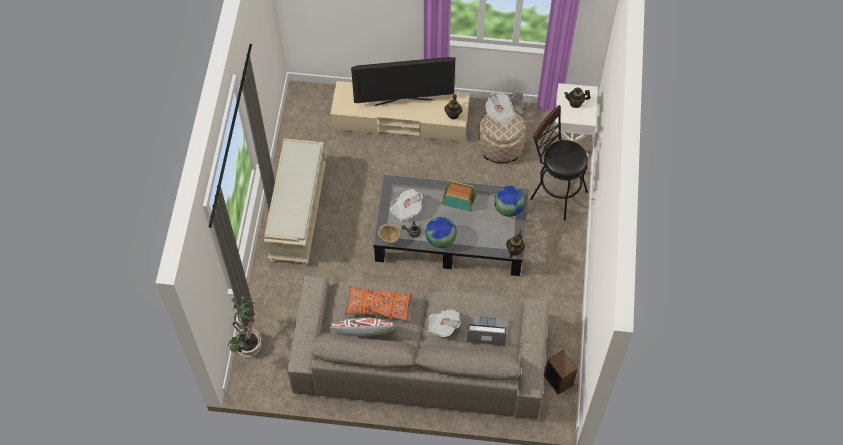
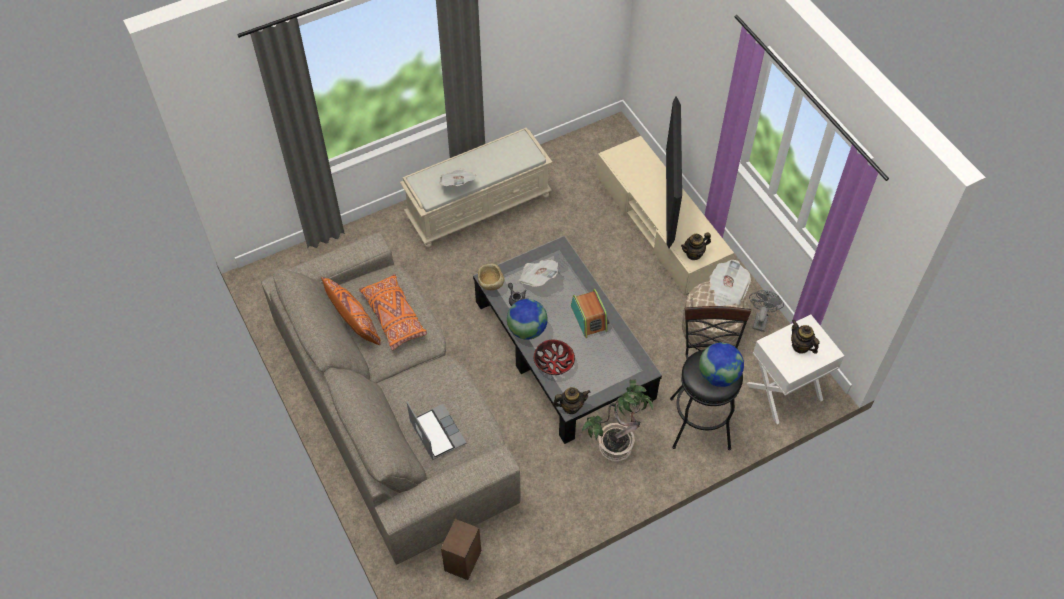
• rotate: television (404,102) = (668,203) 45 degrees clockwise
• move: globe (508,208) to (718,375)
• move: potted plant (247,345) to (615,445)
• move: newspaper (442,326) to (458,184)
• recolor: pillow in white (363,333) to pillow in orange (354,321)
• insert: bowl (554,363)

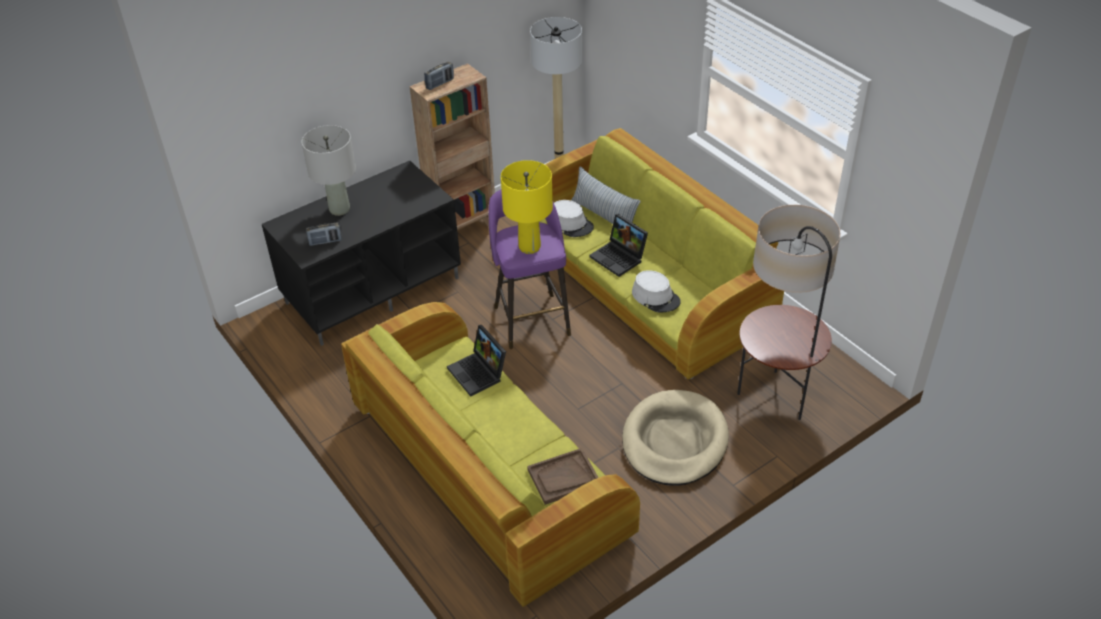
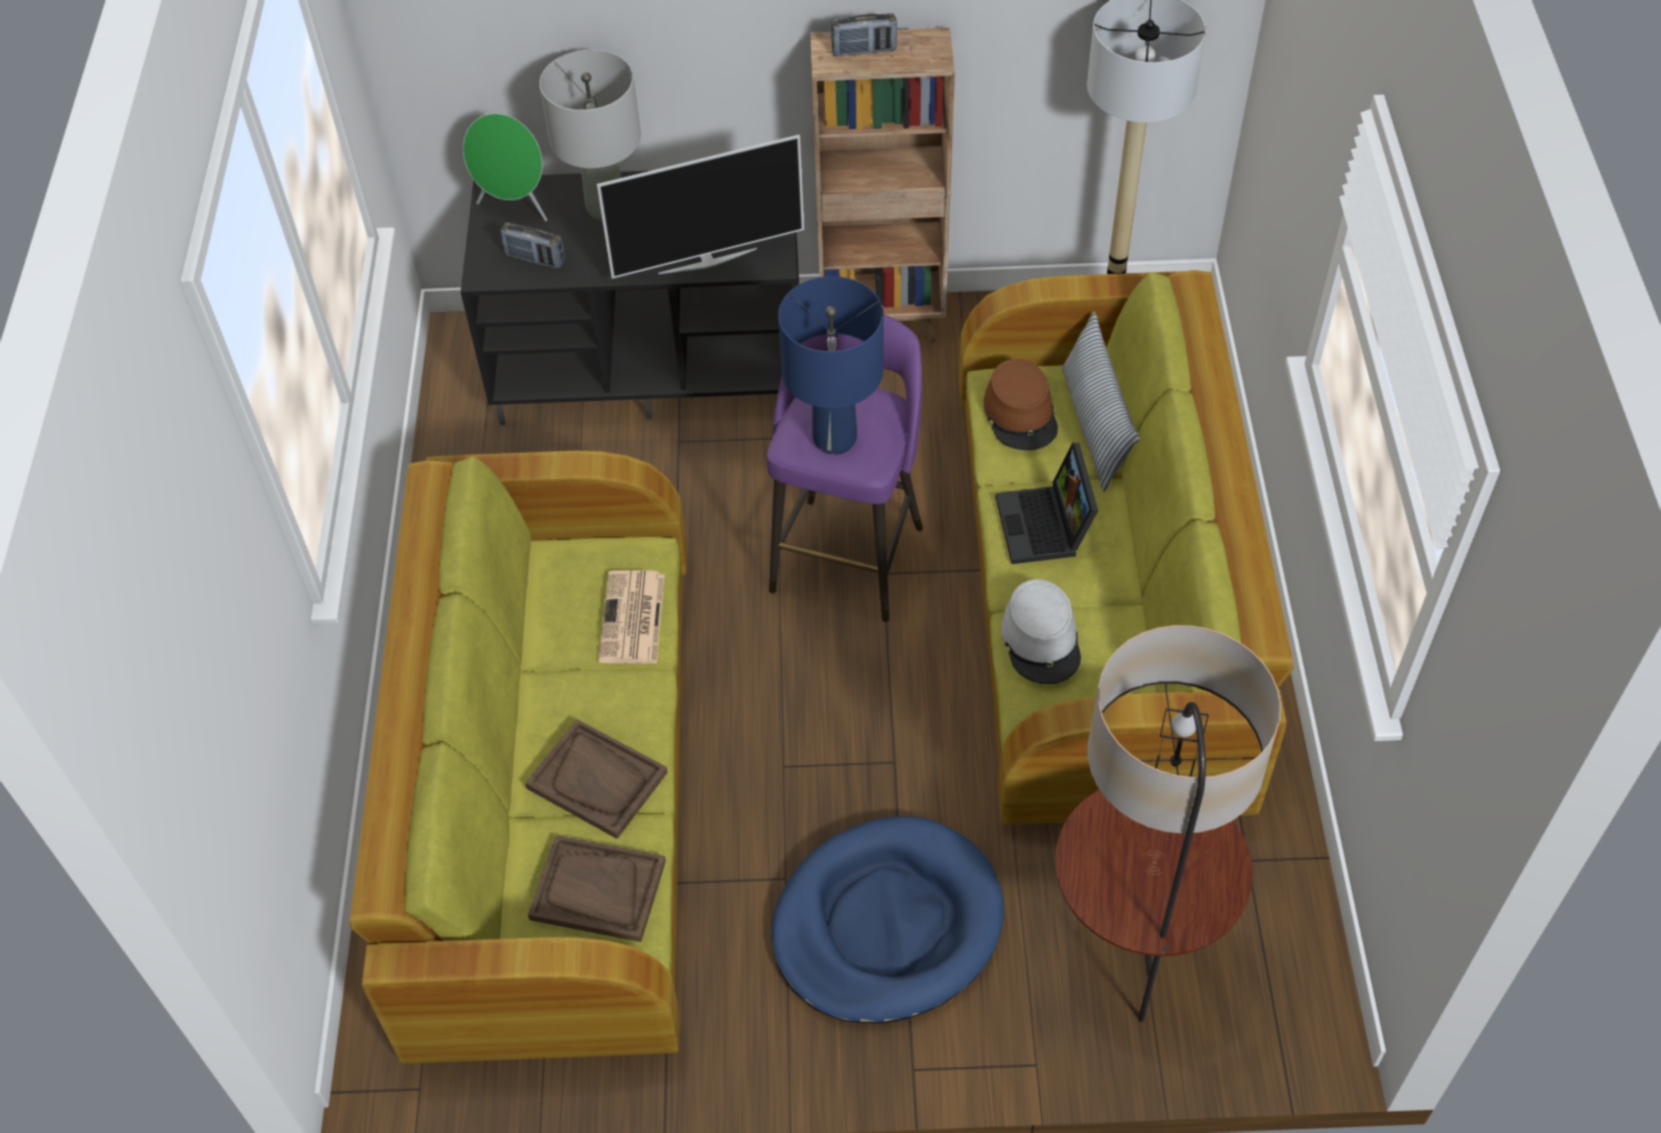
• recolor: table lamp in yellow (529,247) to table lamp in blue (834,438)
• recolor: hat in grey (571,224) to hat in brown (1021,414)
• replace: laptop (479,373) to newspaper (633,619)
• recolor: dog bed in beige (674,441) to dog bed in blue (886,925)
• insert: speaker in green (515,207)
• insert: television (707,260)
• insert: tray in brown (597,780)

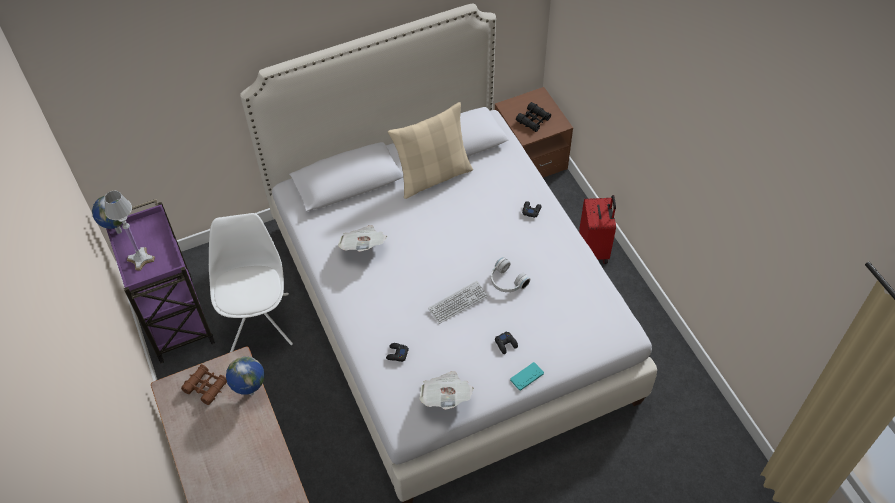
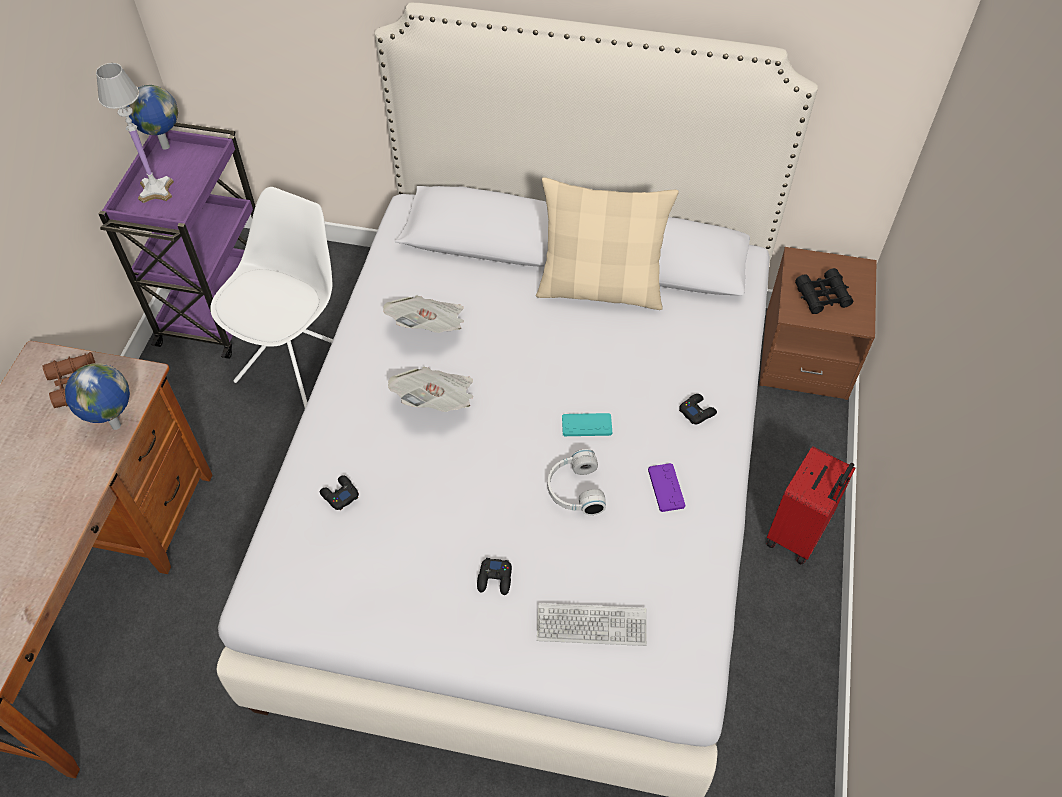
• move: keyboard (458,303) to (591,625)
• move: game controller in turquoise (527,376) to (586,425)
• move: newspaper (446,396) to (437,401)
• insert: game controller in purple (666,488)

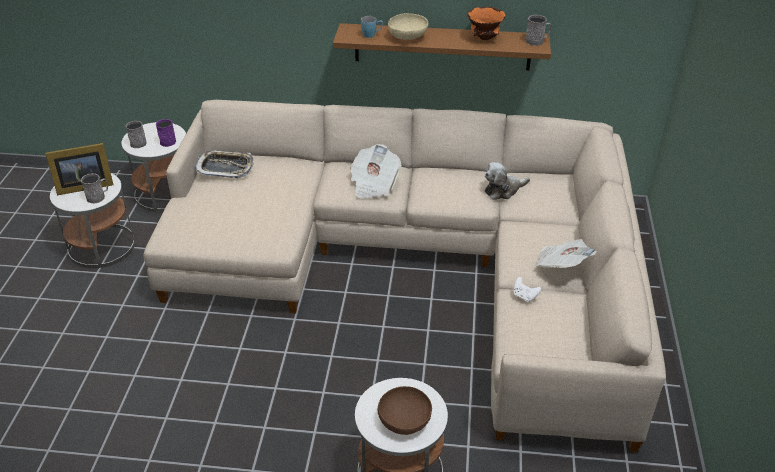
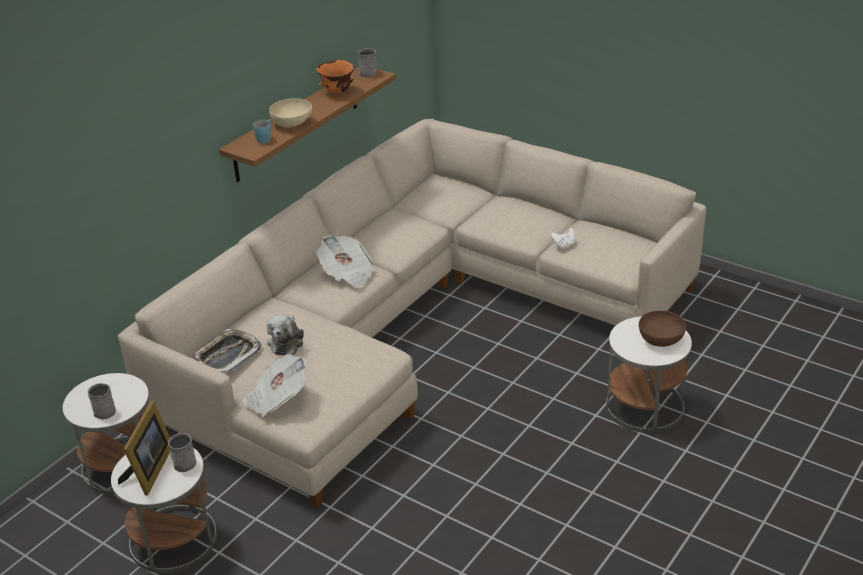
• delete: mug in purple (168,140)
• move: plush toy (503,190) to (286,342)
• move: newspaper (563,265) to (277,399)

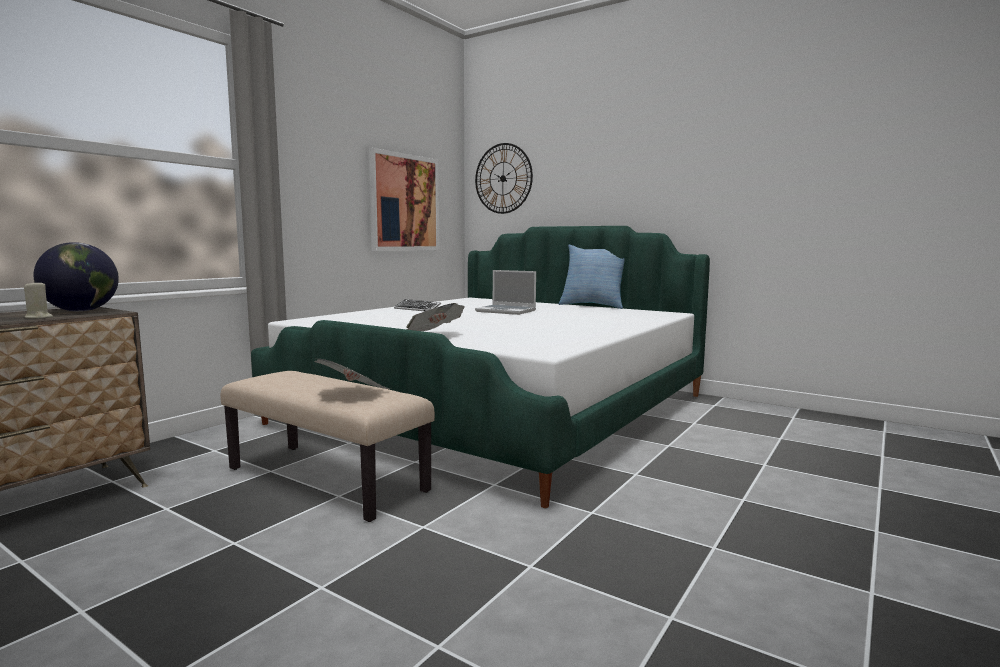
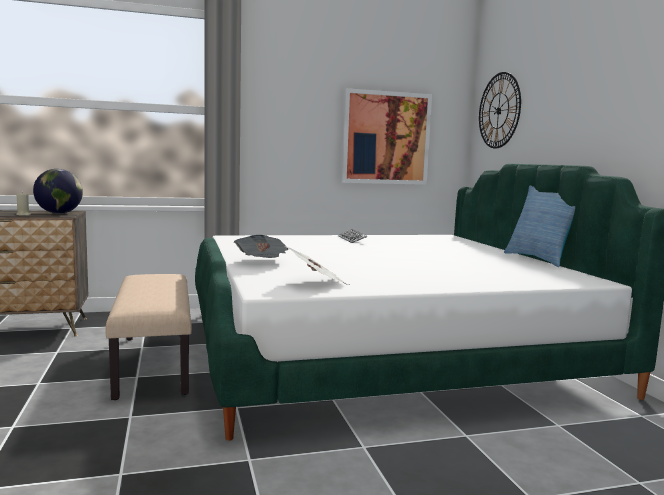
• delete: laptop (507,311)
• move: newspaper (354,394) to (317,283)

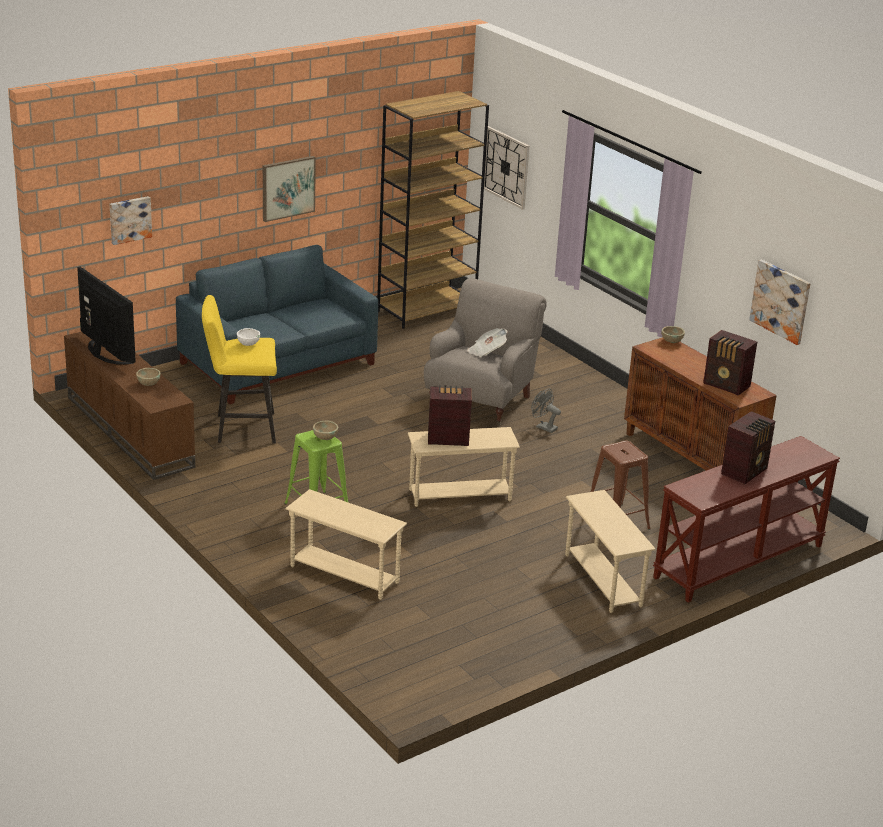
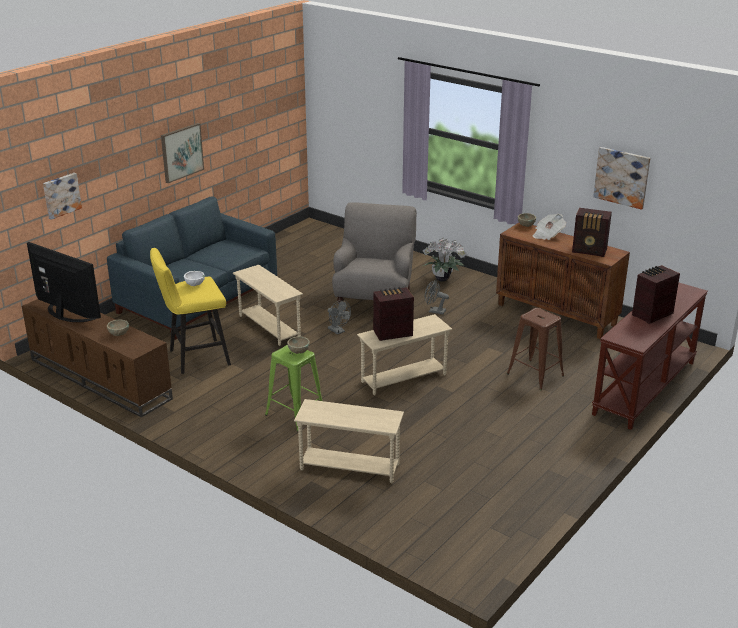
• delete: bookcase in brown (427,310)
• delete: wall clock (506,167)
• move: newspaper (486,351) to (547,235)
• rotate: radio (745,471) = (651,314) 150 degrees counterclockwise
• move: side table in beige (603,581) to (269,327)
• insert: potted plant (443,279)
• insert: fan in grey (338,331)

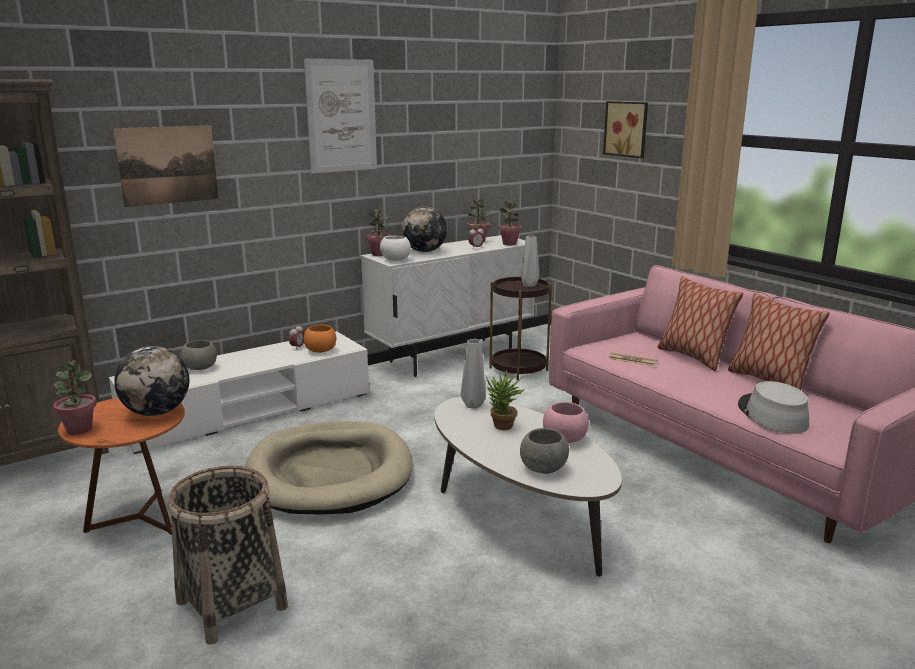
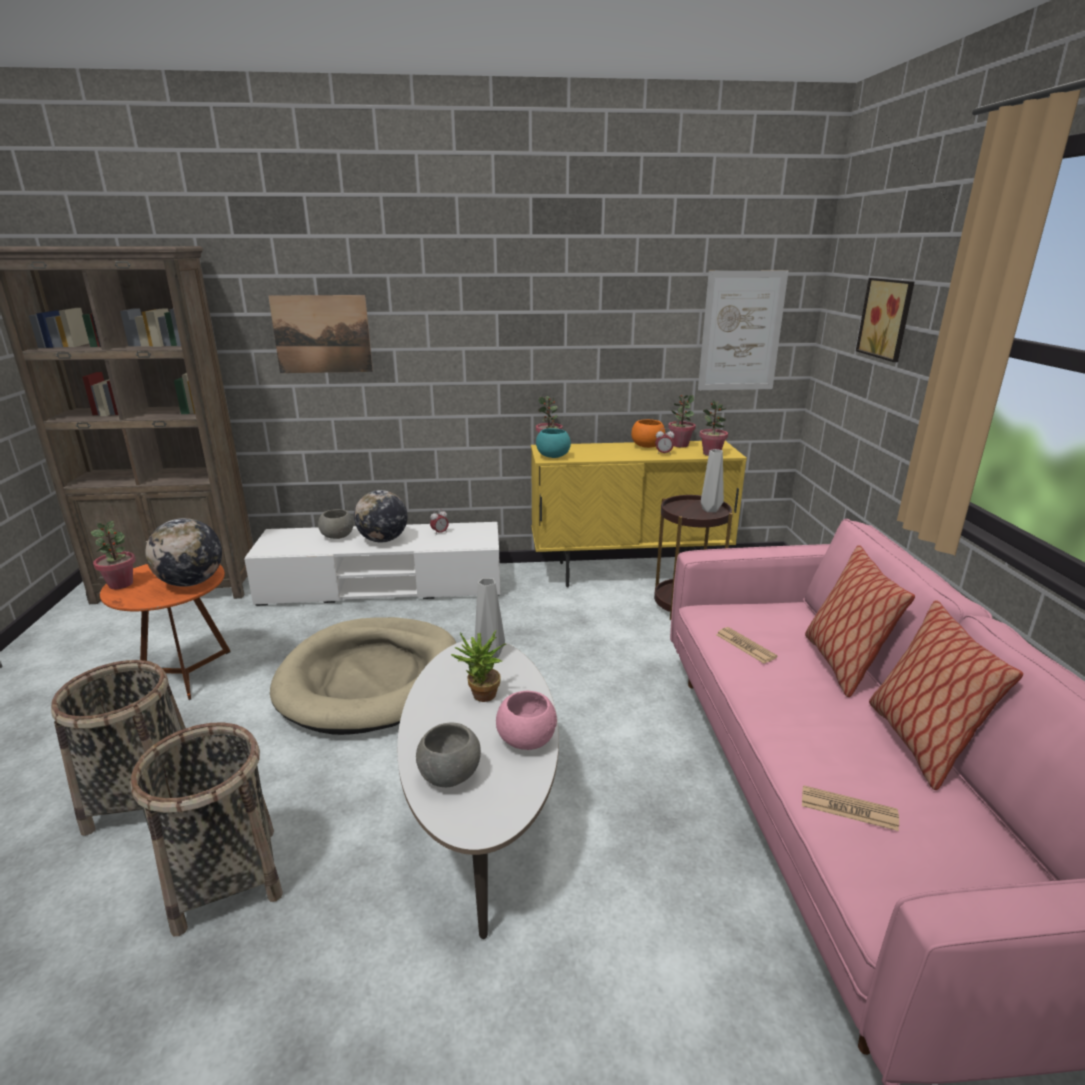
• move: picture (341,116) to (741,332)
• move: globe (424,251) to (383,540)
• recolor: cabinet in white (452,357) to cabinet in yellow (628,572)
• recolor: bowl in white (395,260) to bowl in turquoise (552,457)
• move: bowl in orange (320,351) to (647,446)
• replace: hat in grey (772,415) to newspaper (848,809)
• insert: basket (226,878)

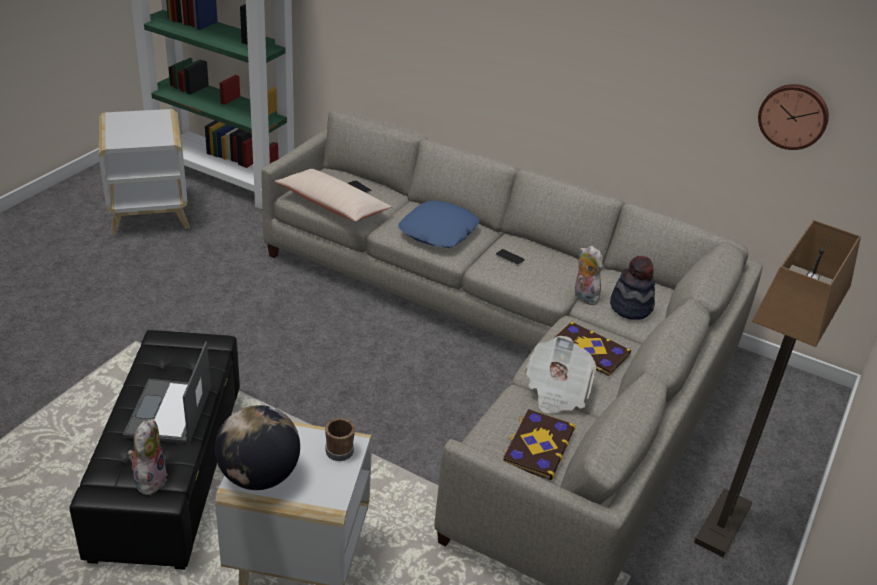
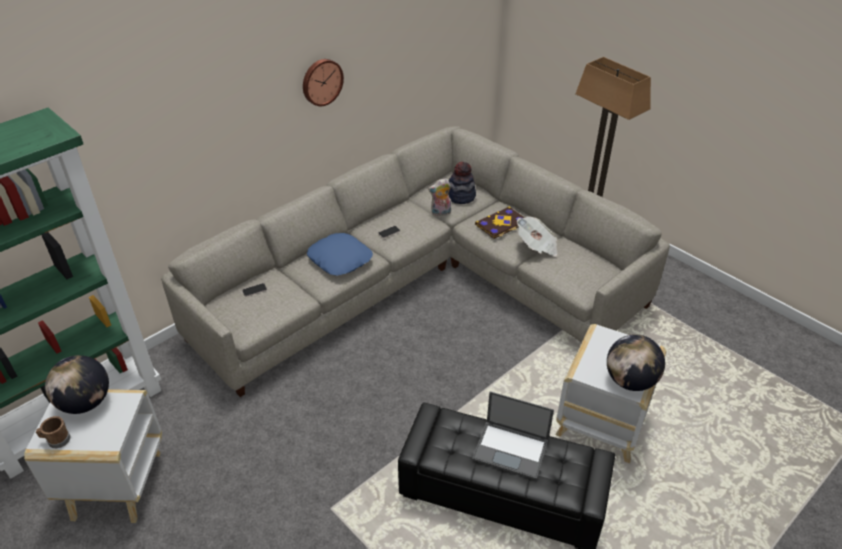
• move: wall clock (793,116) to (321,81)
• delete: pillow in beige (332,205)
• delete: book (537,445)
• move: mug in brown (338,449) to (56,440)
• delete: plush toy (149,479)
• insert: globe (85,403)

